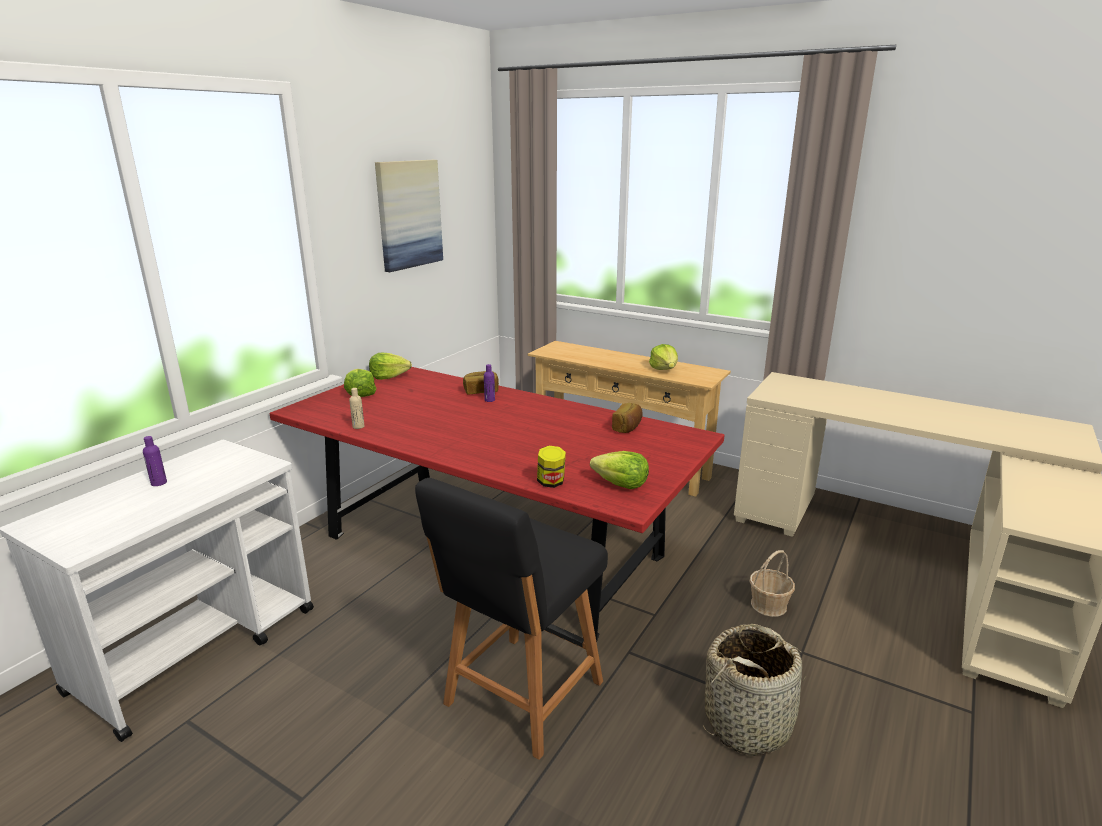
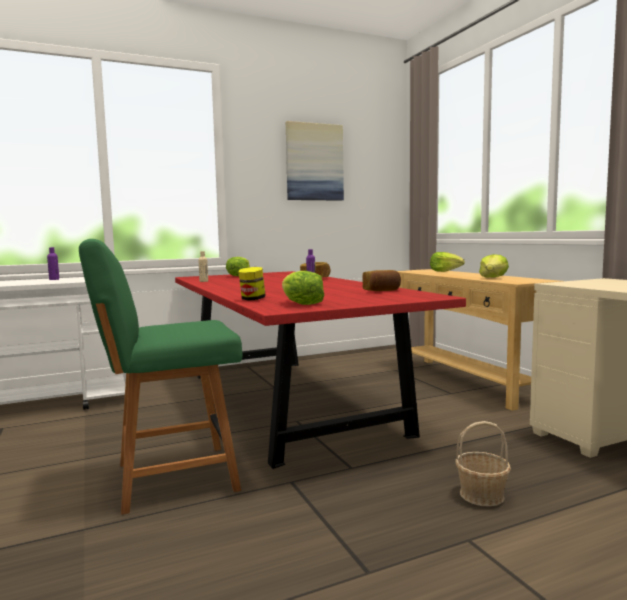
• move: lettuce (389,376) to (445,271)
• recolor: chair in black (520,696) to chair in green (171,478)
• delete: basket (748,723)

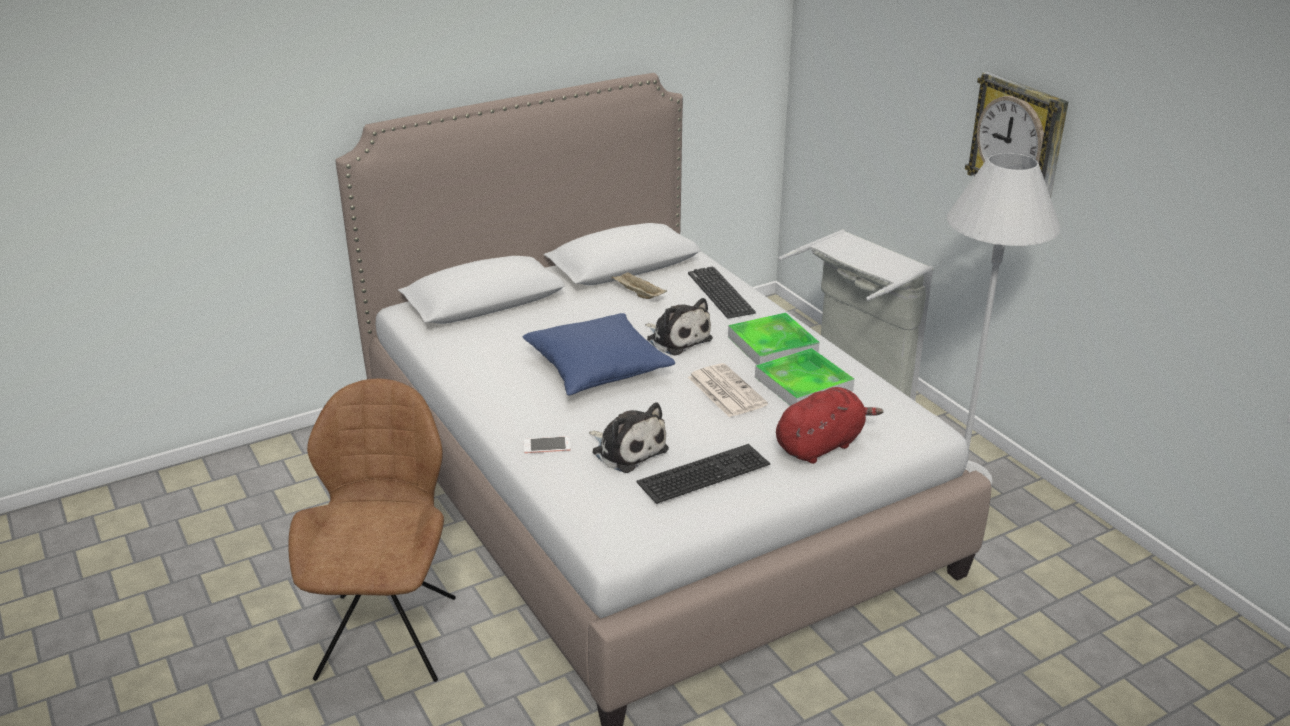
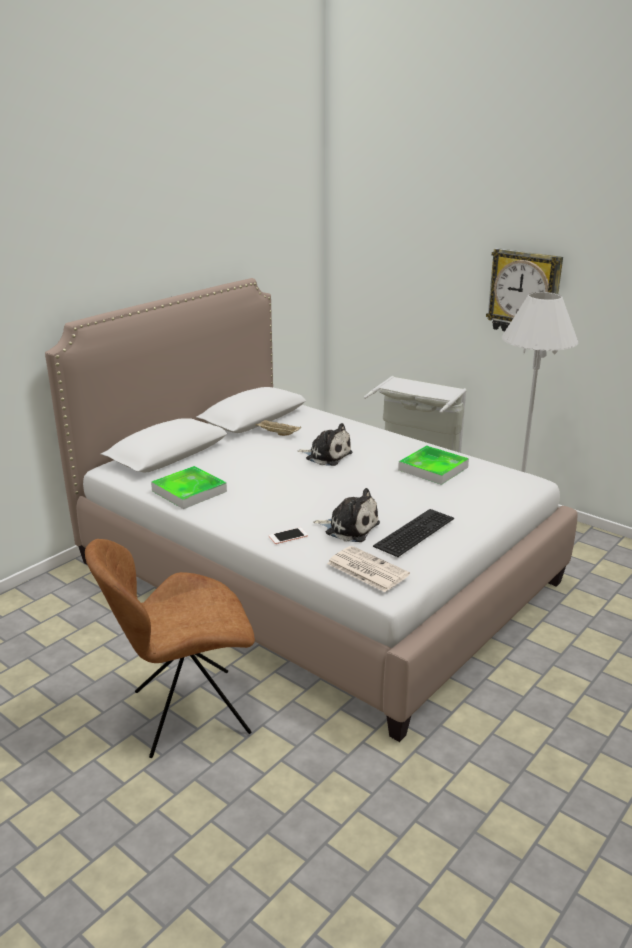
• delete: keyboard (720,293)
• move: tray (772,345) to (189,491)
• delete: pillow in blue (597,369)
• move: newspaper (725,391) to (366,569)
• rotate: chair in brown (389,633) = (185,713) 90 degrees counterclockwise
• delete: plush toy in red (821,445)

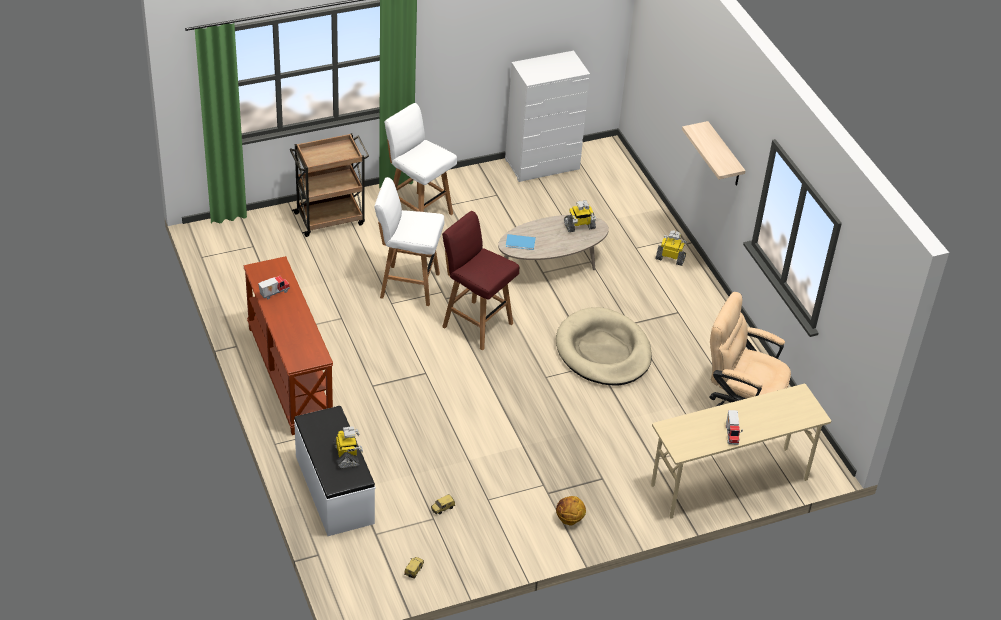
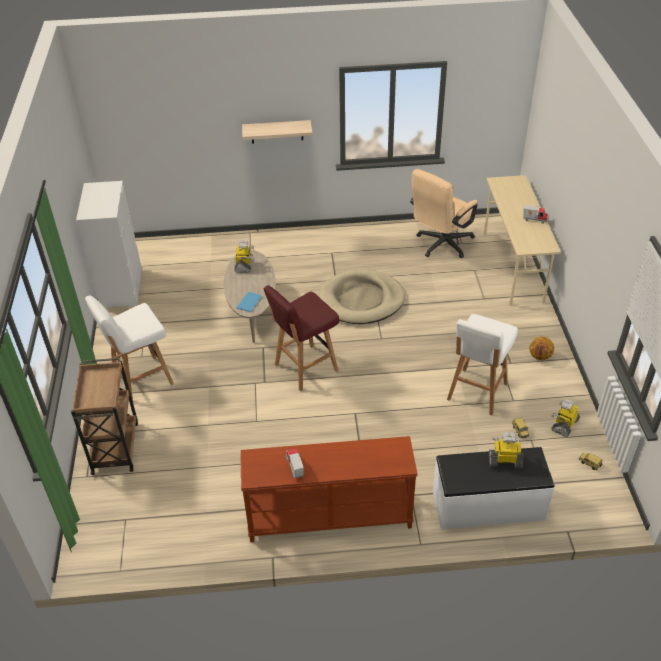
• move: stool in white (408,285) to (476,392)
• move: toy robot (670,258) to (564,424)

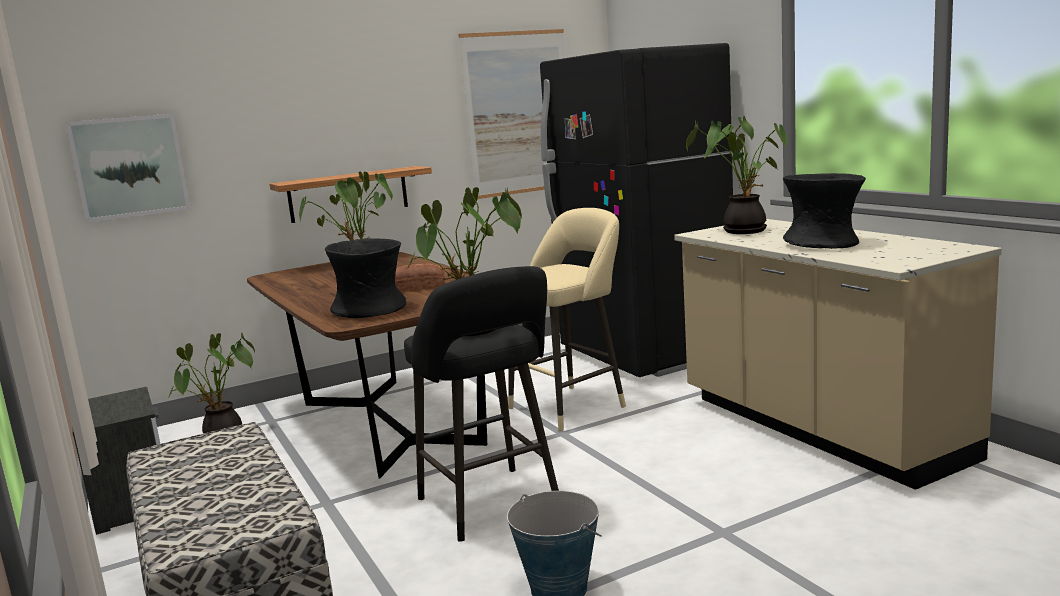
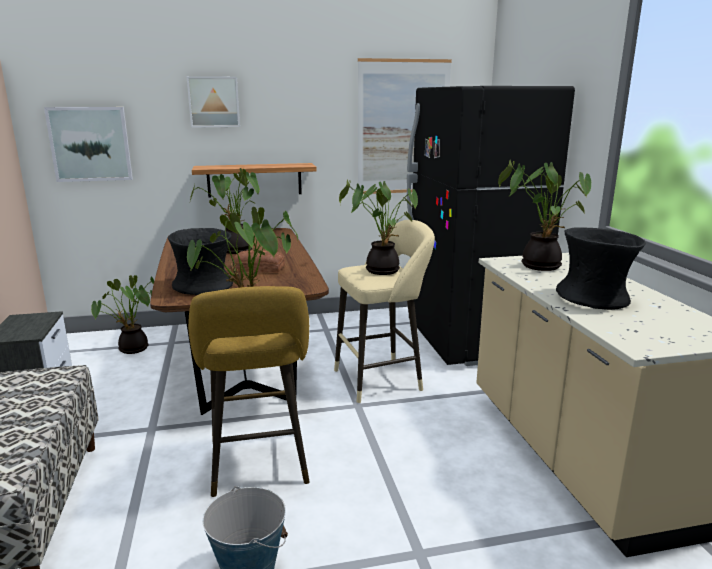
• recolor: stool in black (492,506) to stool in yellow (259,466)
• insert: picture (214,102)
• insert: potted plant (381,270)

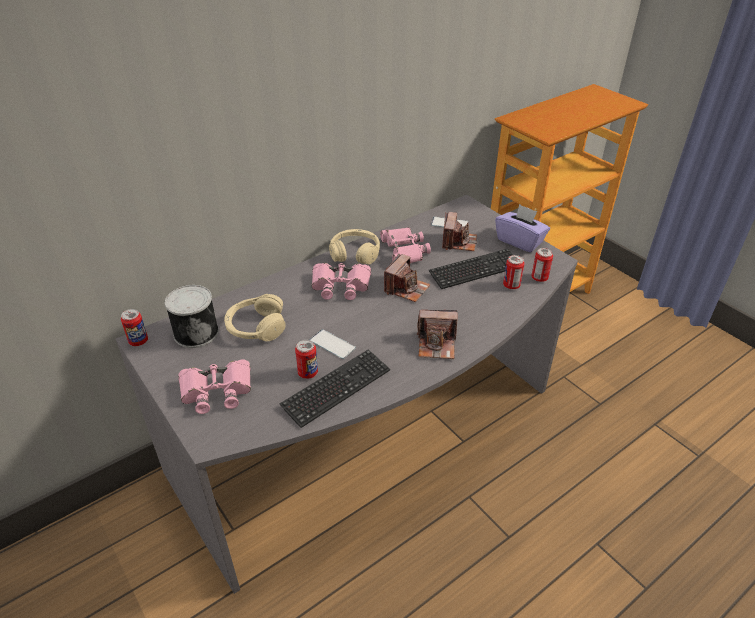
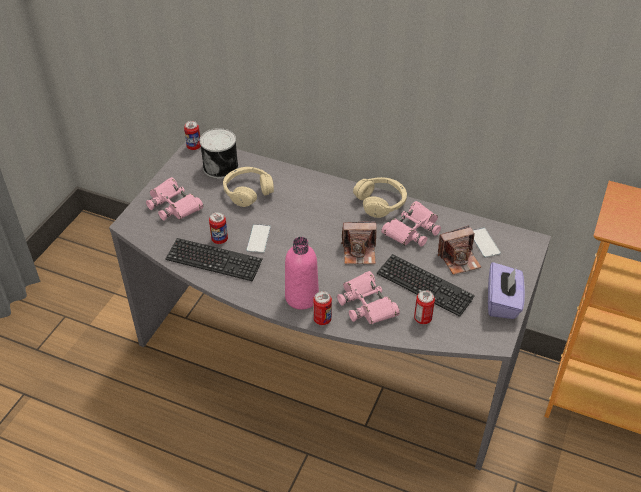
• move: can (539,278) to (322,319)
• move: binoculars in pink (340,285) to (366,303)
• replace: photo camera (436,345) to bottle in pink (301,297)

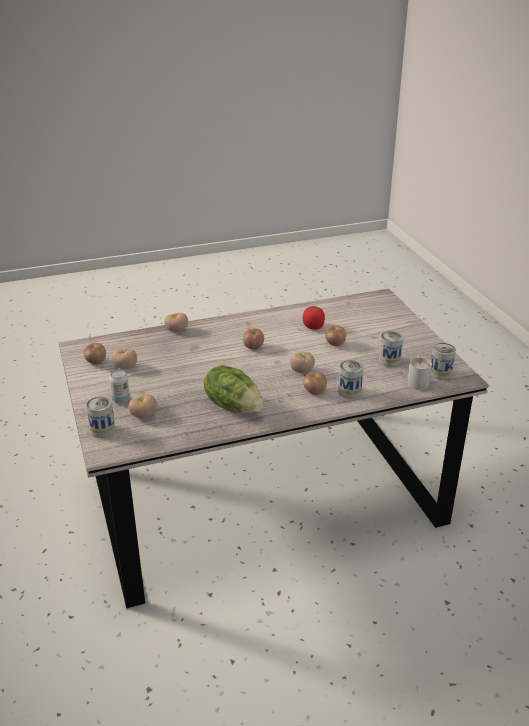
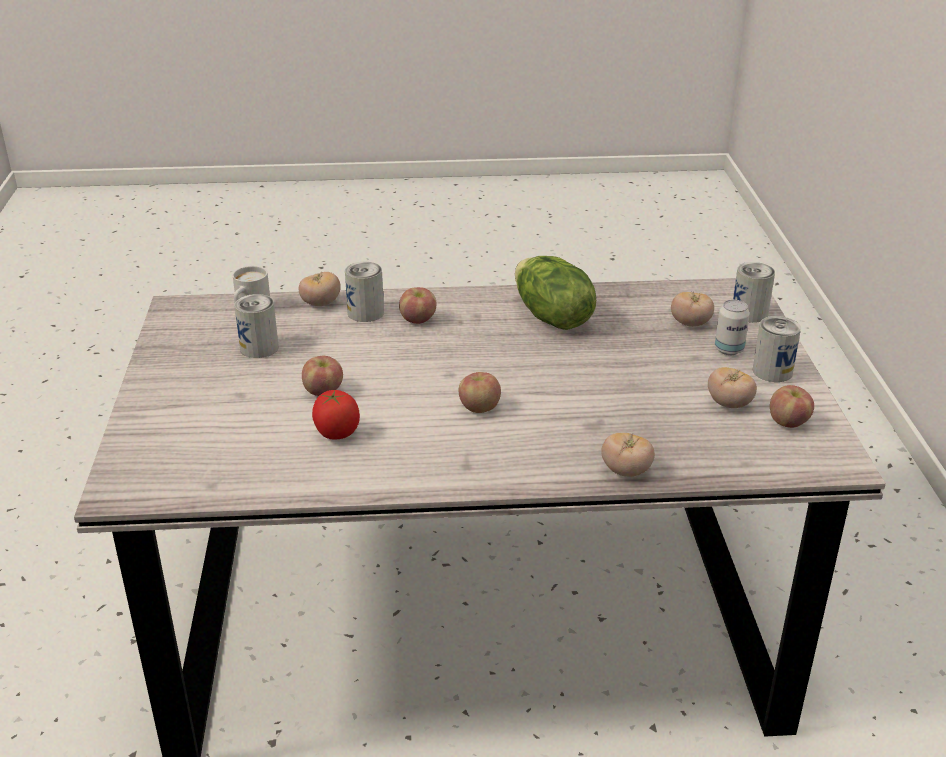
• move: can (440,373) to (772,371)
• move: tomato (302,371) to (320,303)

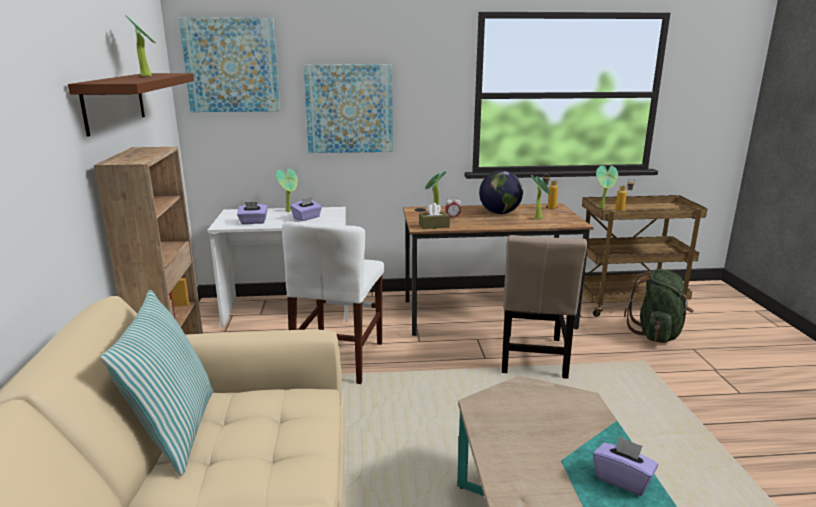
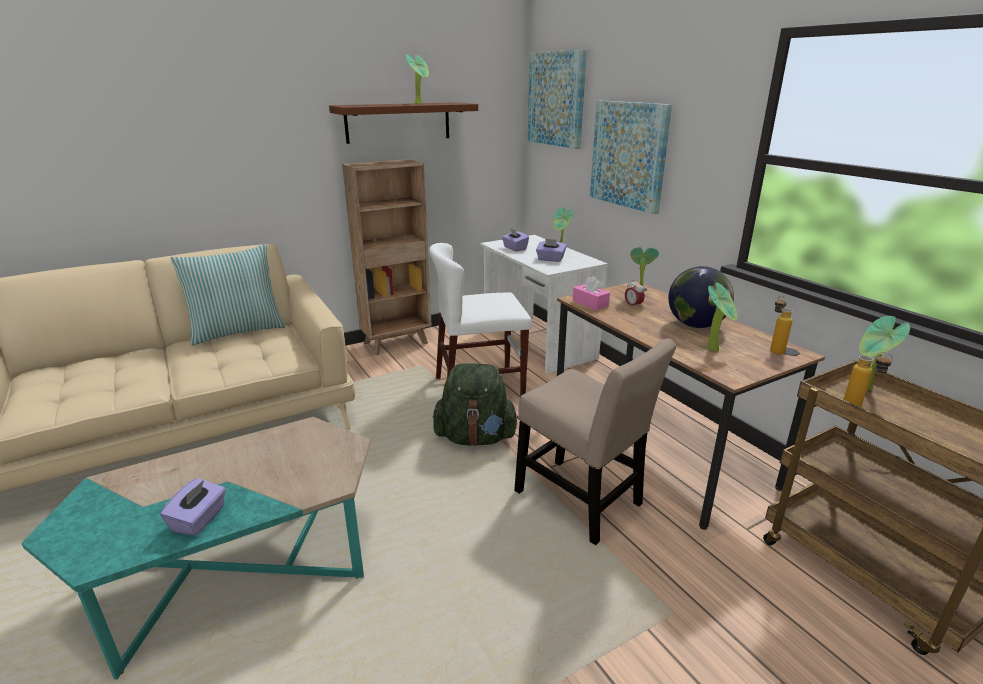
• recolor: tissue box in brown (434,226) to tissue box in pink (590,303)
• rotate: chair in beige (533,358) = (582,502) 120 degrees counterclockwise
• move: backpack in green (656,334) to (475,438)

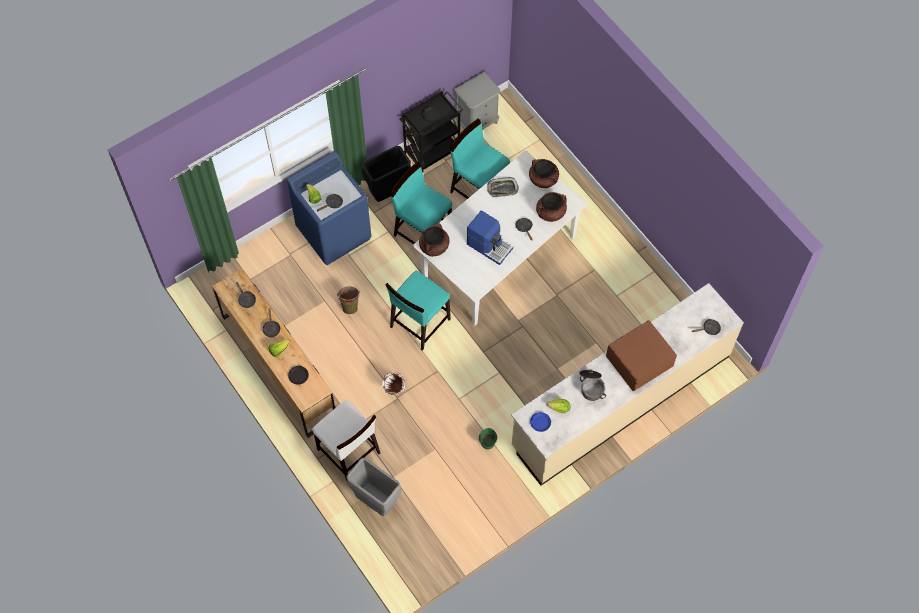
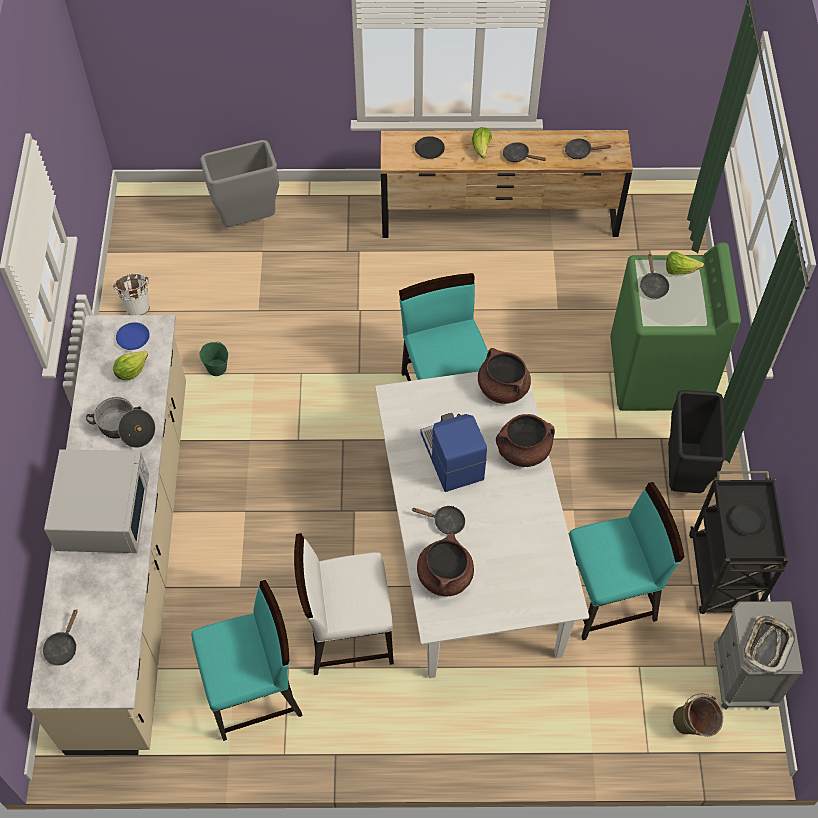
• recolor: washing machine in blue (334,232) to washing machine in green (658,374)
• move: cooking pot in brown (543,179) to (523,451)
• move: chair in turquoise (422,232) to (254,693)
• move: tray (502,189) to (767,646)
• rotate: coffee machine (489,245) = (451,457) 90 degrees clockwise
• move: bucket in green (350,305) to (693,727)
• recolor: microwave in brown (638,362) to microwave in white (104,512)
• move: bucket in white (394,391) to (137,305)
• move: chair in white (348,452) to (347,633)

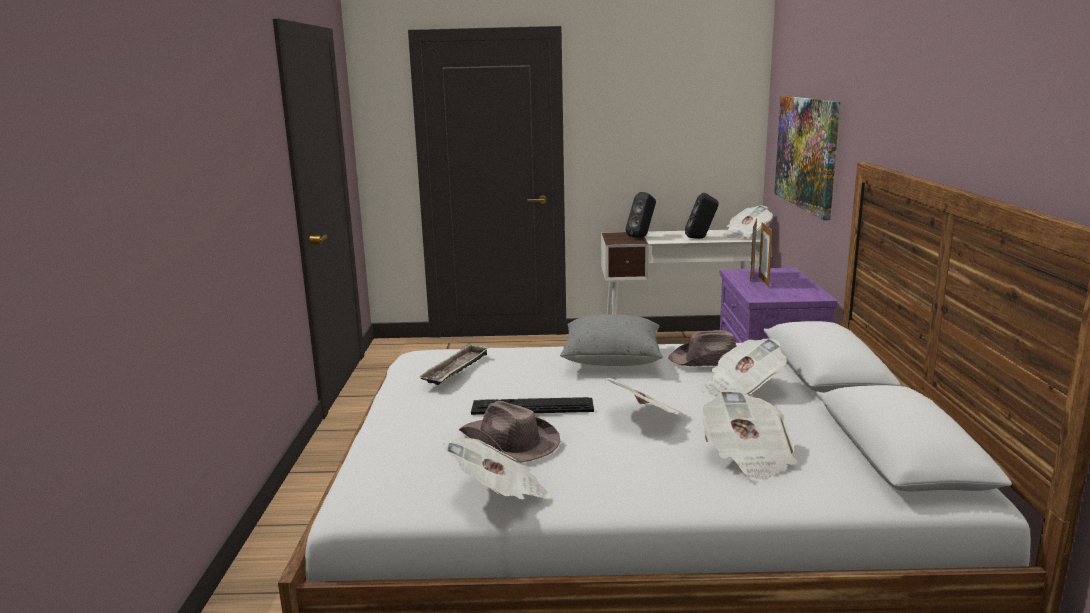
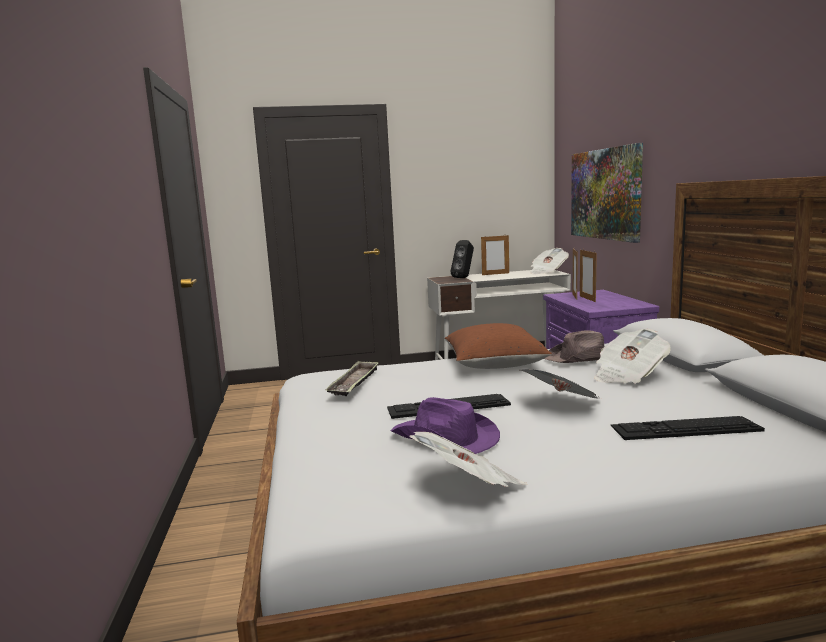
• delete: speaker in black (701,238)
• recolor: pillow in grey (612,360) to pillow in brown (495,365)
• replace: newspaper (747,458) to keyboard (685,428)
• recolor: hat in brown (509,442) to hat in purple (445,438)
• insert: picture frame (495,274)

